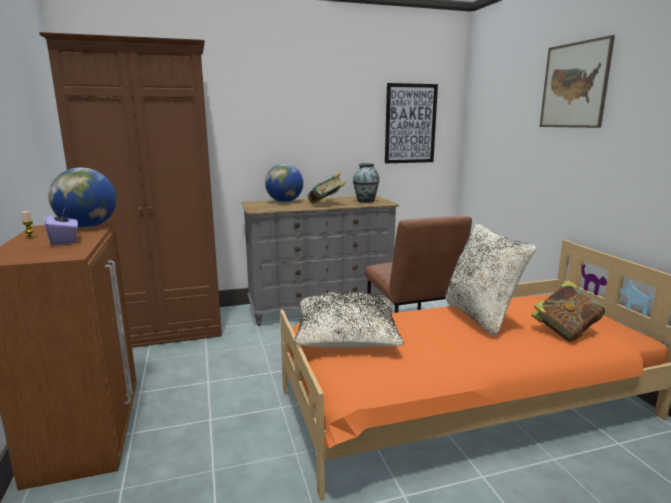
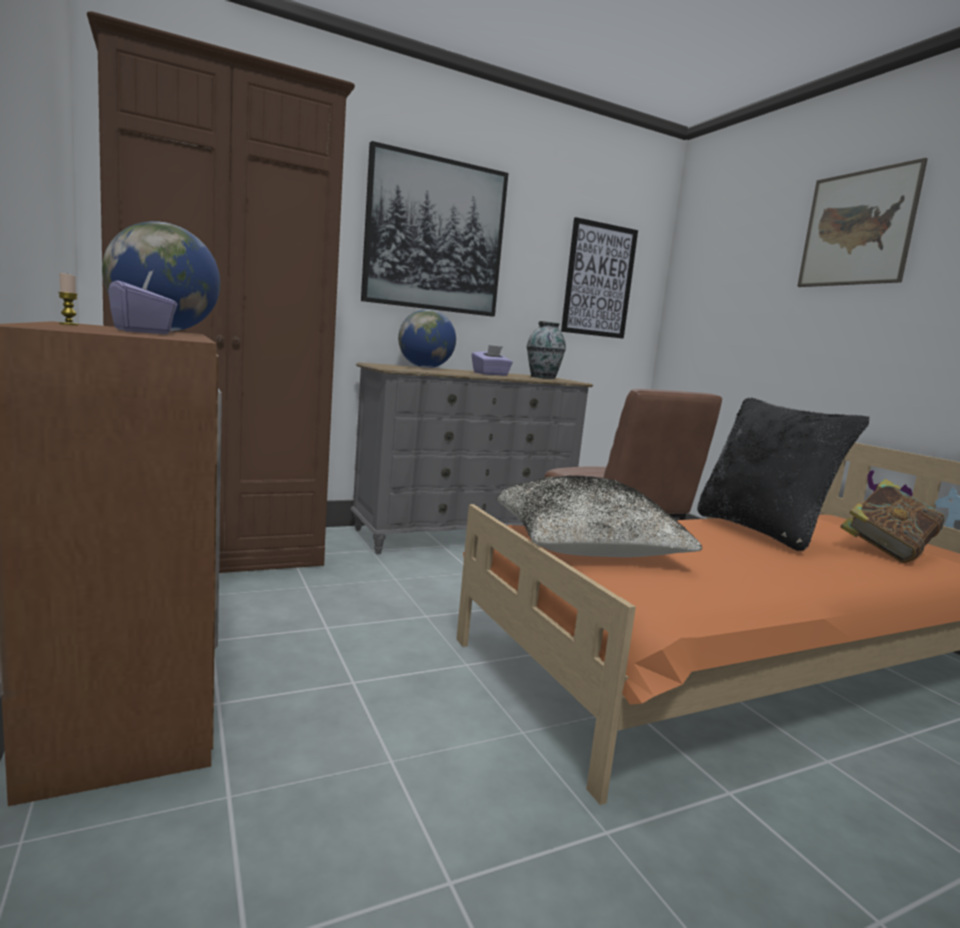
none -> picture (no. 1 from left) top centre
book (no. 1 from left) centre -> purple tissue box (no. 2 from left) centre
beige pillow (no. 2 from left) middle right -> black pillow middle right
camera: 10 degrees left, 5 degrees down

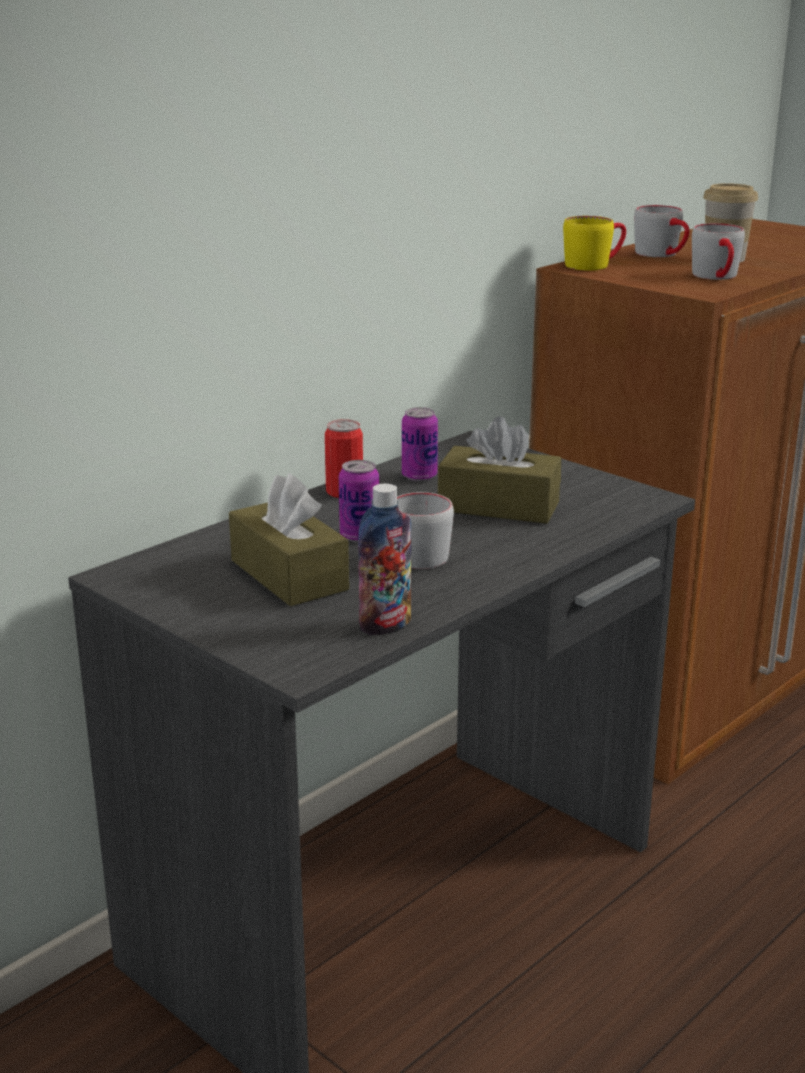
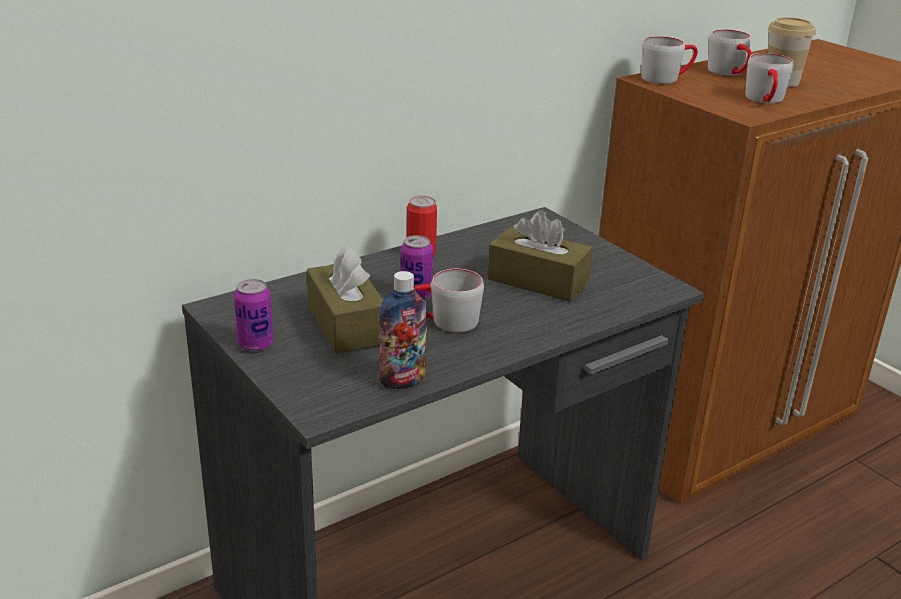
can (no. 3 from left in the first image) centre -> can (no. 1 from left) middle left, relocated
yellow mug top right -> grey mug (no. 2 from left) top right
camera: 10 degrees right, 5 degrees up

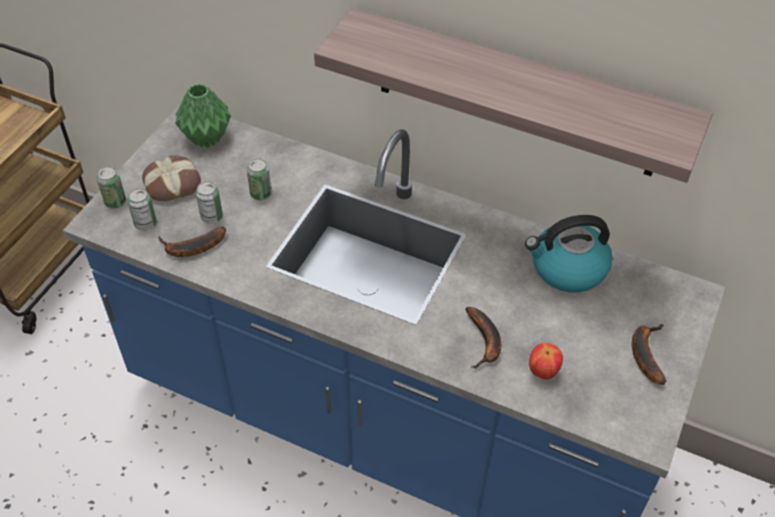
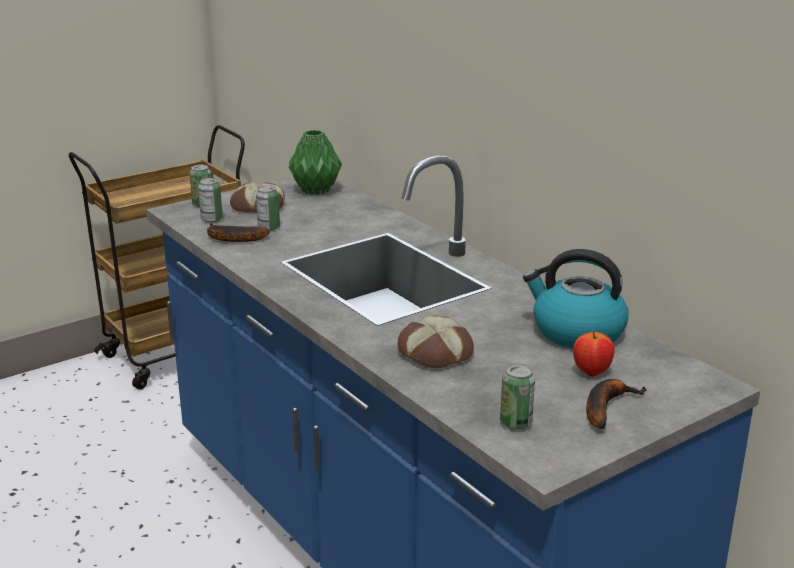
shelf top centre -> none
can (no. 4 from left) centre -> can (no. 4 from left) bottom centre, relocated
apple bottom right -> apple middle right, relocated
banana (no. 2 from left) centre -> bread (no. 2 from left) centre
camera: 30 degrees right, 25 degrees down

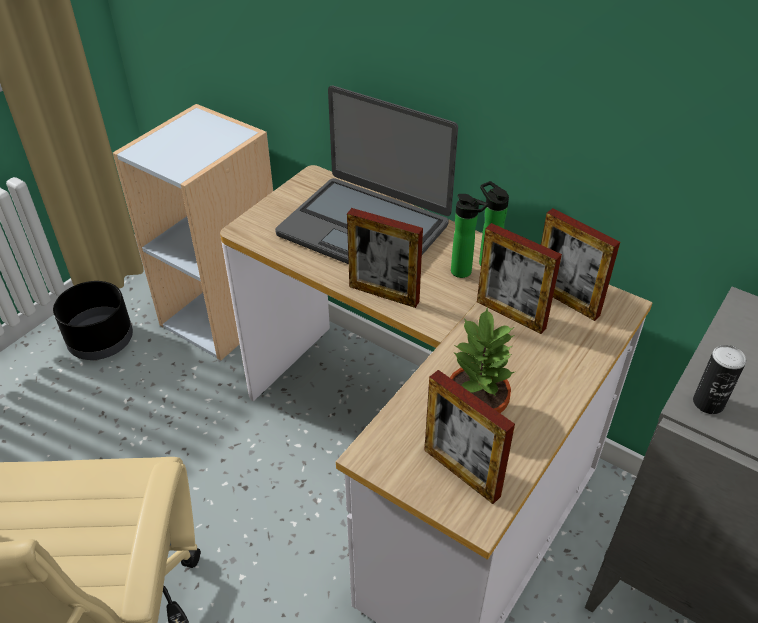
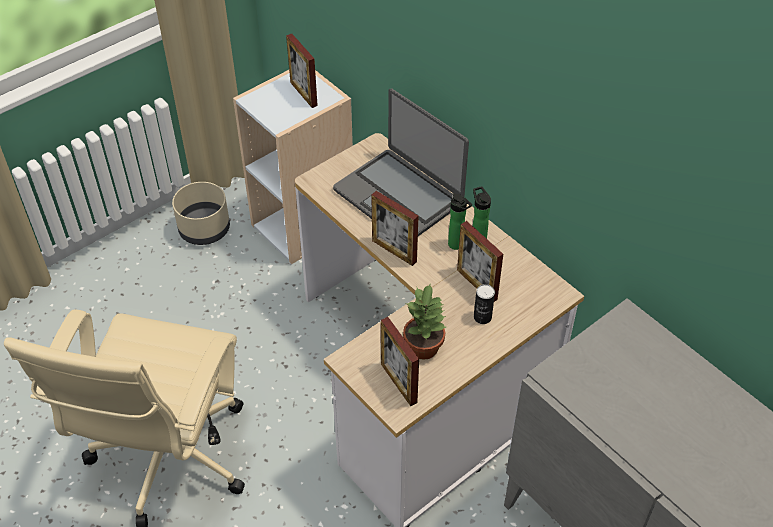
picture frame (no. 4 from left in the first image) middle right -> picture frame (no. 1 from left) top centre, relocated
can middle right -> can centre, relocated
black planter middle left -> beige planter middle left
camera: 15 degrees right, 5 degrees up

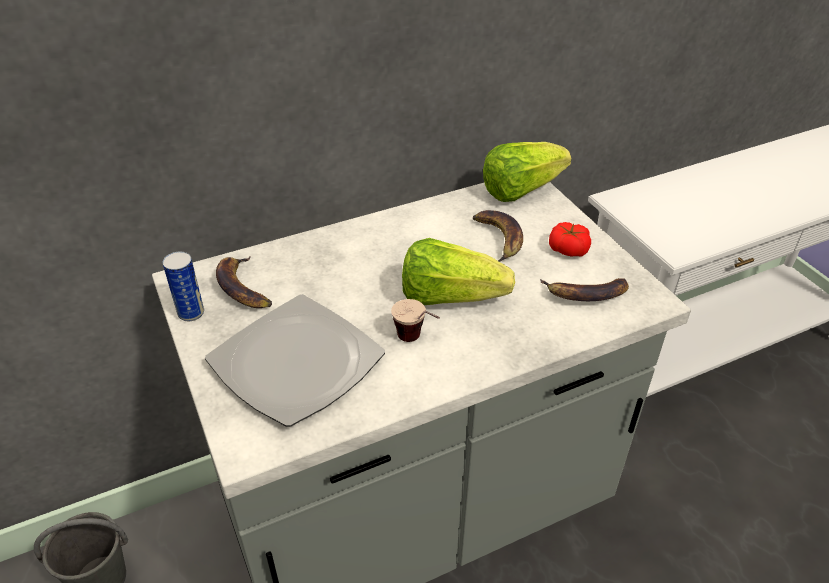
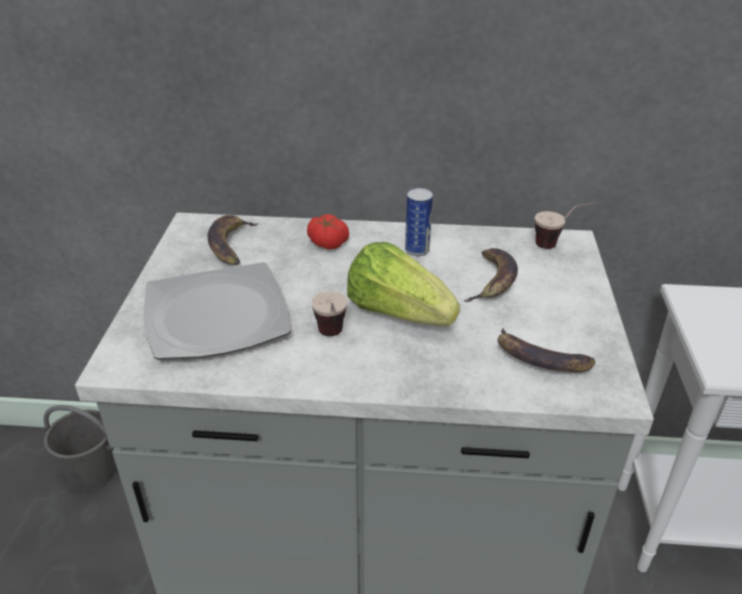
can middle left -> can centre, relocated
tomato middle right -> tomato centre, relocated
lettuce (no. 2 from left) top centre -> cup (no. 2 from left) middle right
camera: 30 degrees right, 5 degrees down

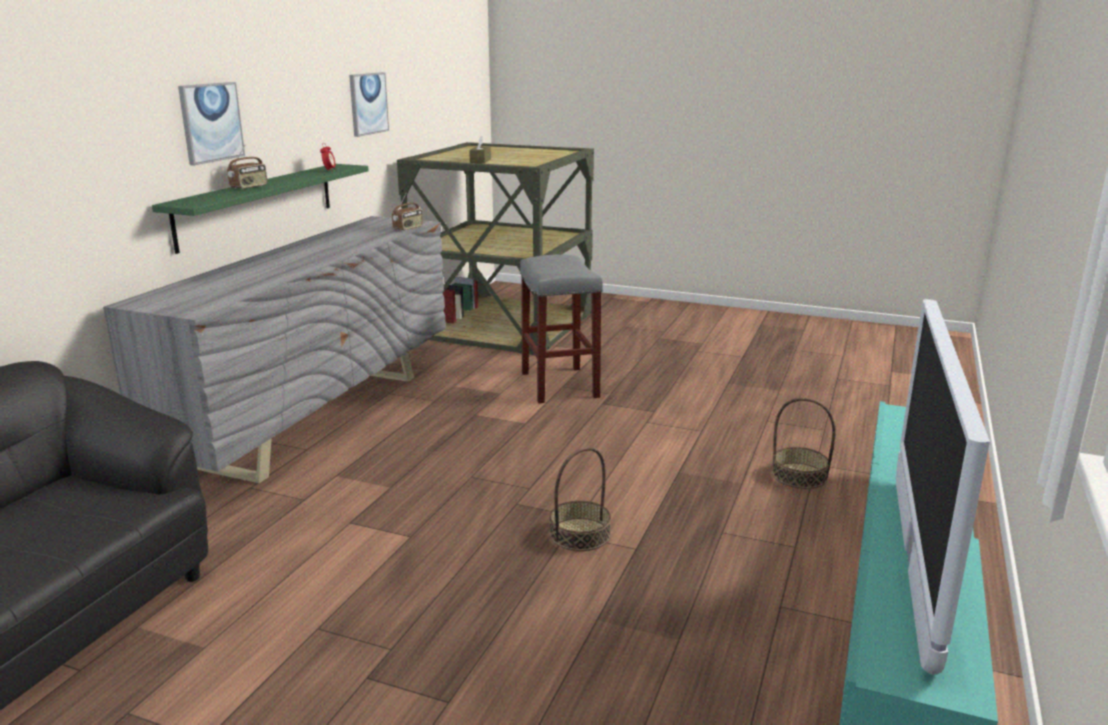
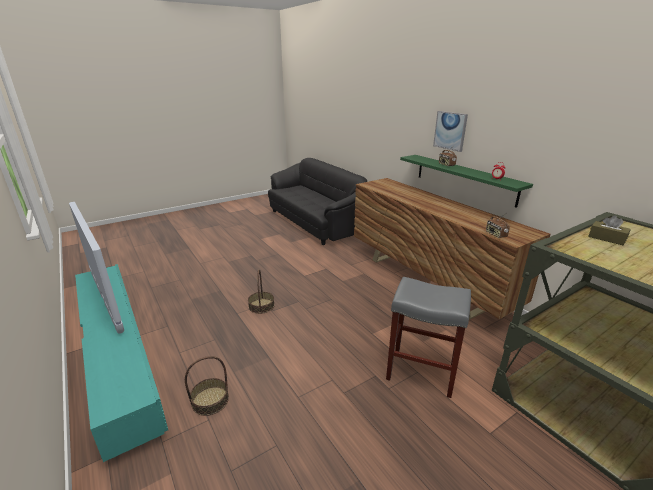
picture (no. 2 from left) top left -> none
grey cabinet middle left -> brown cabinet middle right
camera: 125 degrees right, 5 degrees up

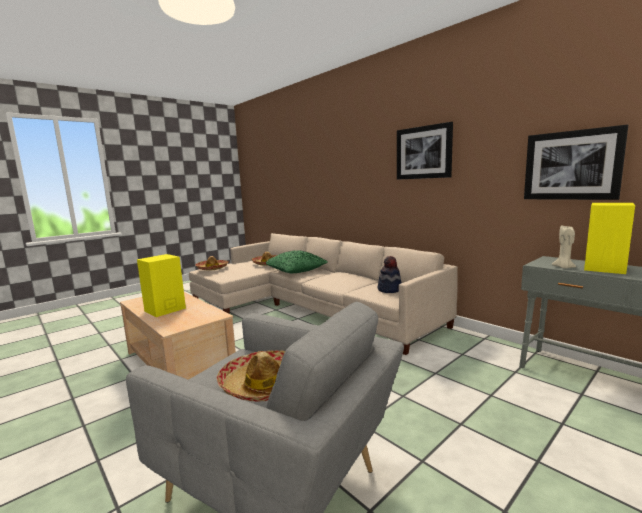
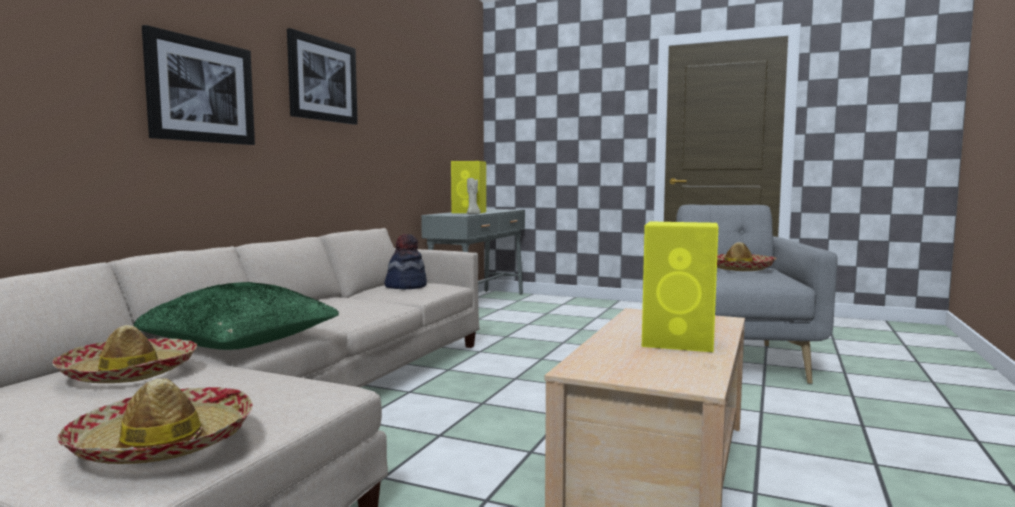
picture (no. 2 from left in the first image) top right -> picture (no. 1 from left) top left, relocated
camera: 115 degrees left, 5 degrees down

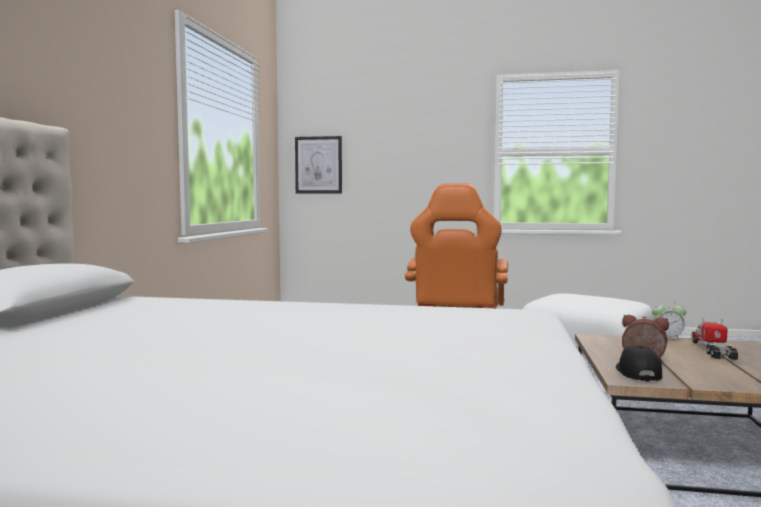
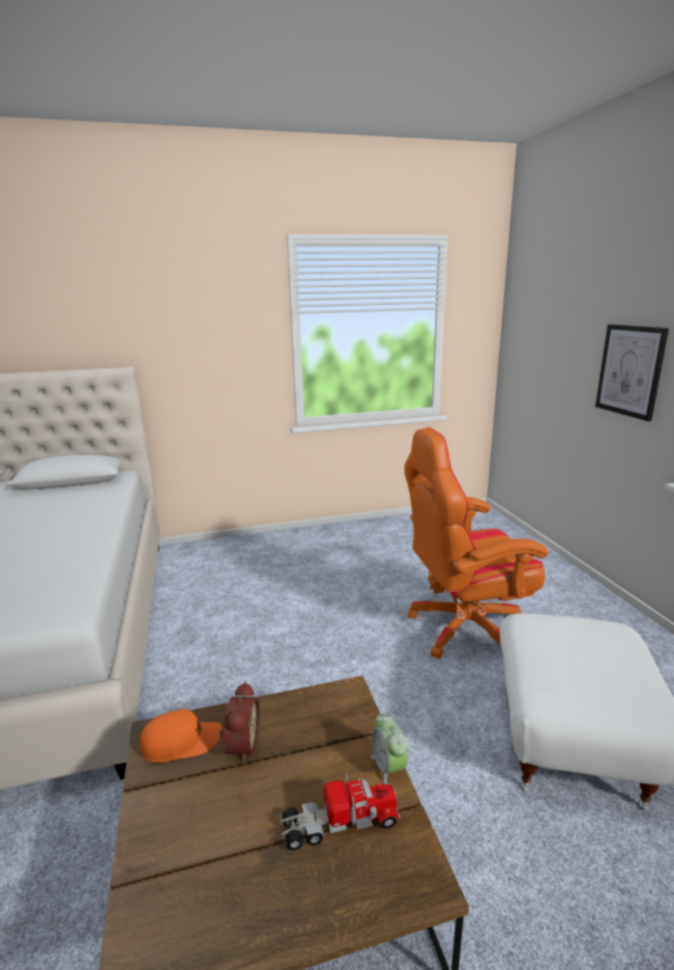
picture top centre -> picture middle right, relocated
black cap bottom right -> orange cap bottom left
camera: 65 degrees right, 15 degrees up

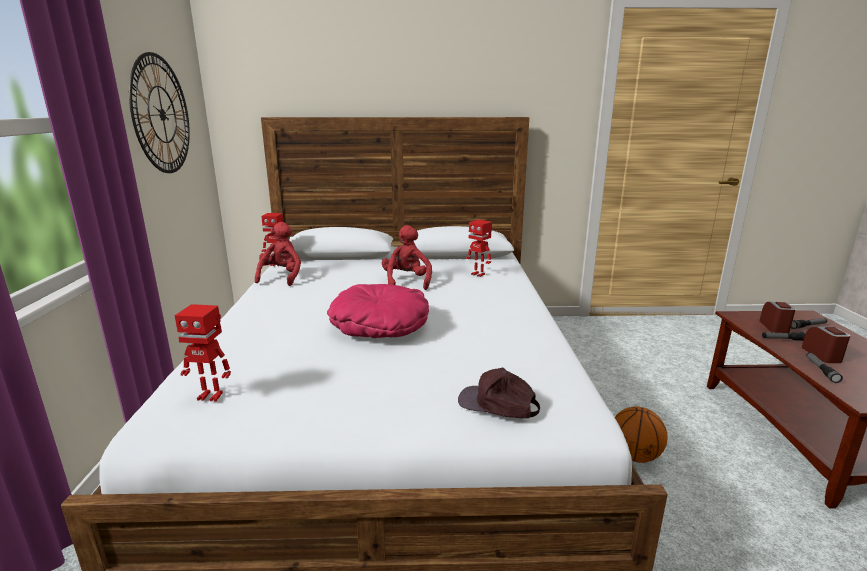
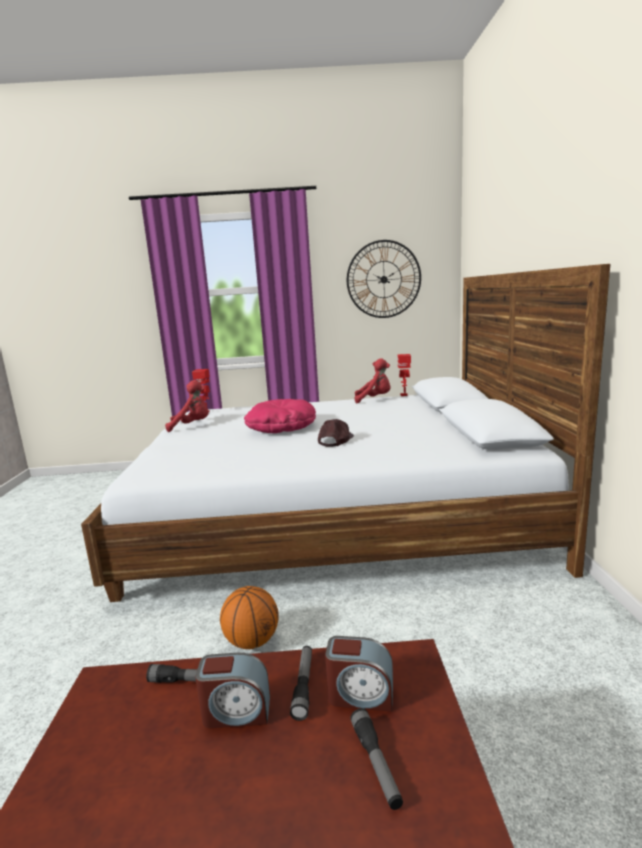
toy robot (no. 3 from left) centre -> none
red plush toy (no. 2 from left in the first image) centre -> red plush toy (no. 1 from left) middle left, relocated
brown cap bottom centre -> brown cap centre, relocated
camera: 90 degrees right, 5 degrees down

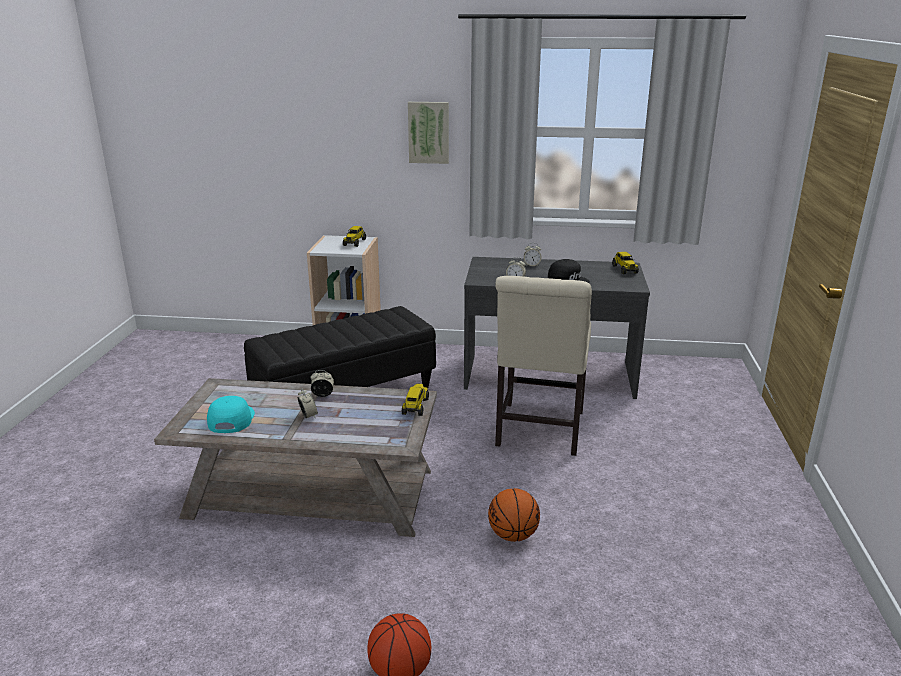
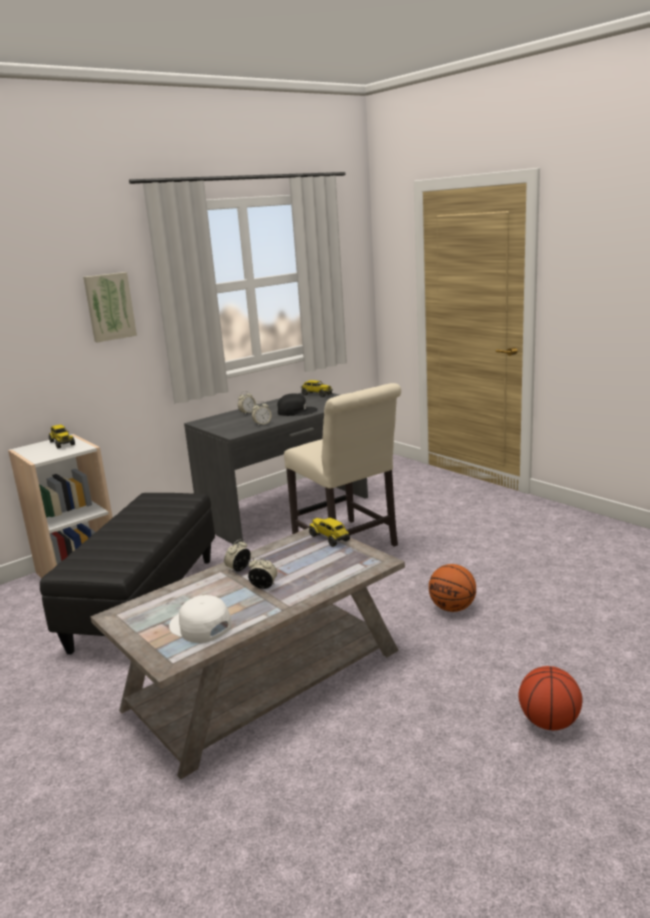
turquoise cap middle left -> white cap bottom left
camera: 45 degrees left, 5 degrees down

